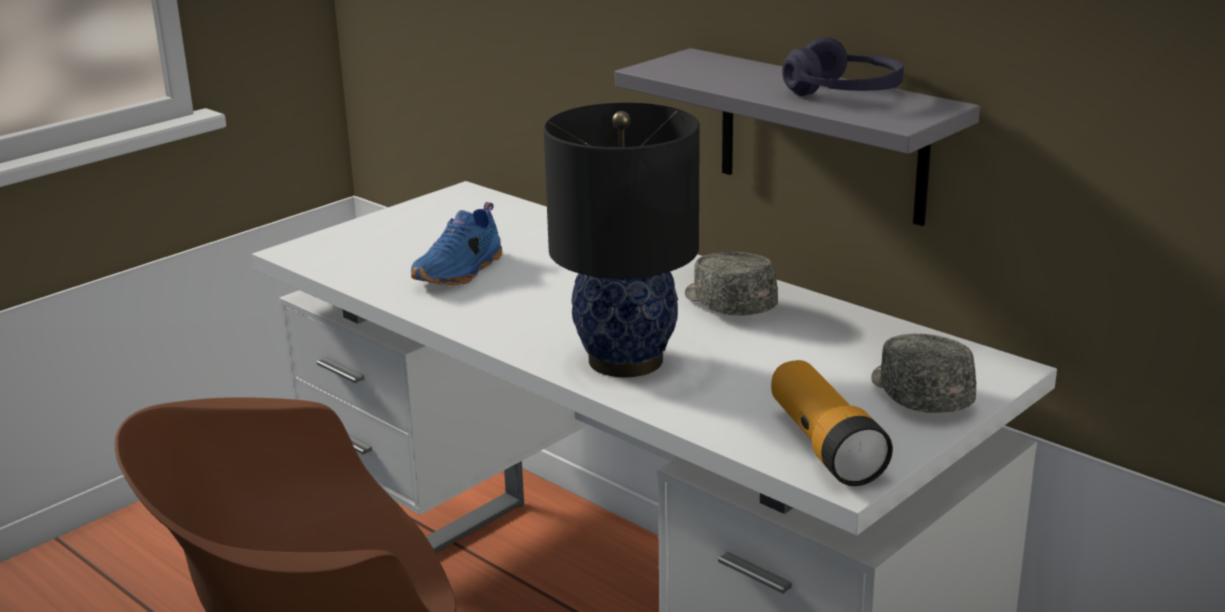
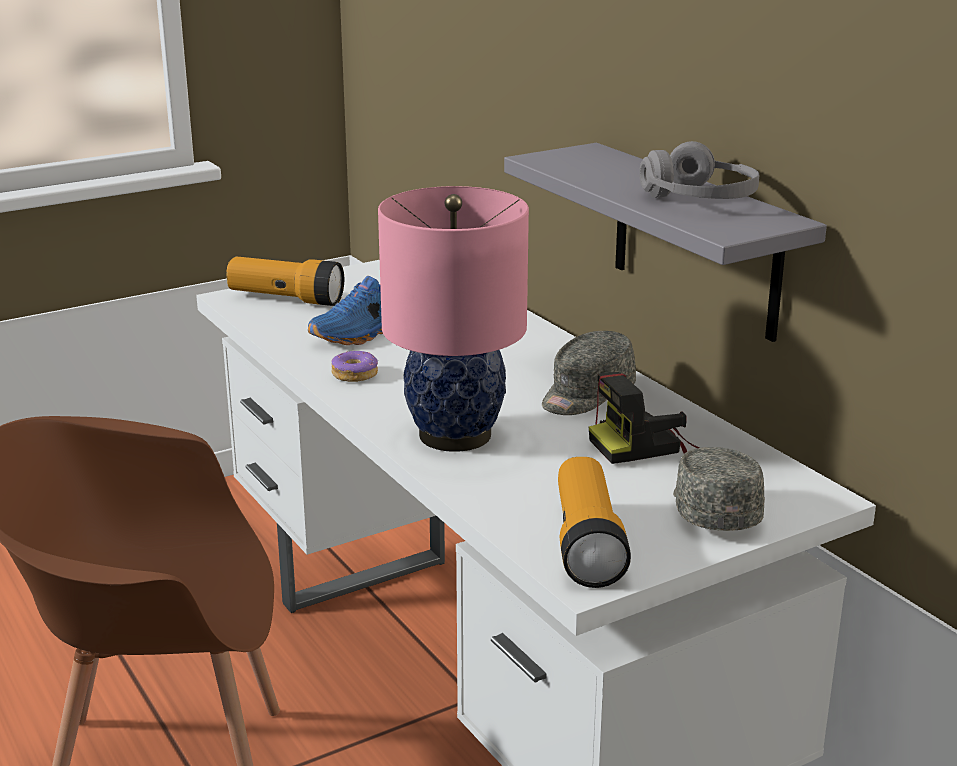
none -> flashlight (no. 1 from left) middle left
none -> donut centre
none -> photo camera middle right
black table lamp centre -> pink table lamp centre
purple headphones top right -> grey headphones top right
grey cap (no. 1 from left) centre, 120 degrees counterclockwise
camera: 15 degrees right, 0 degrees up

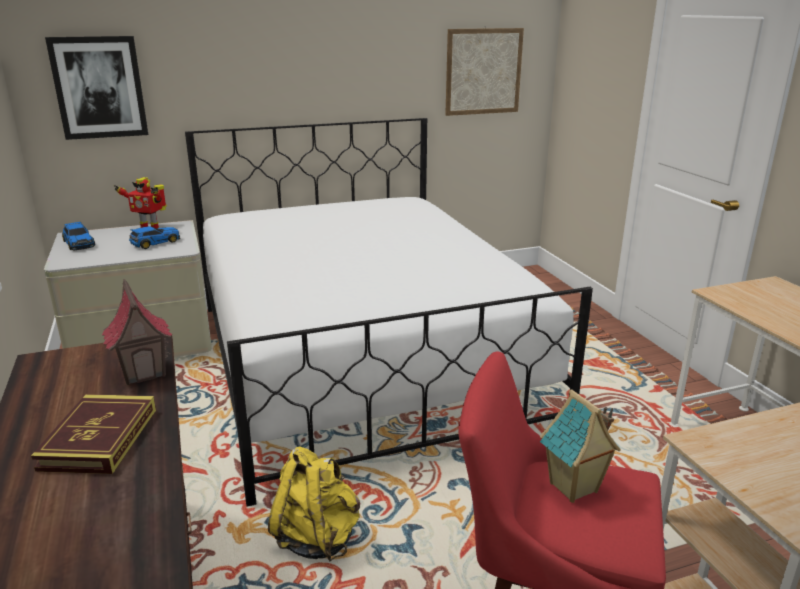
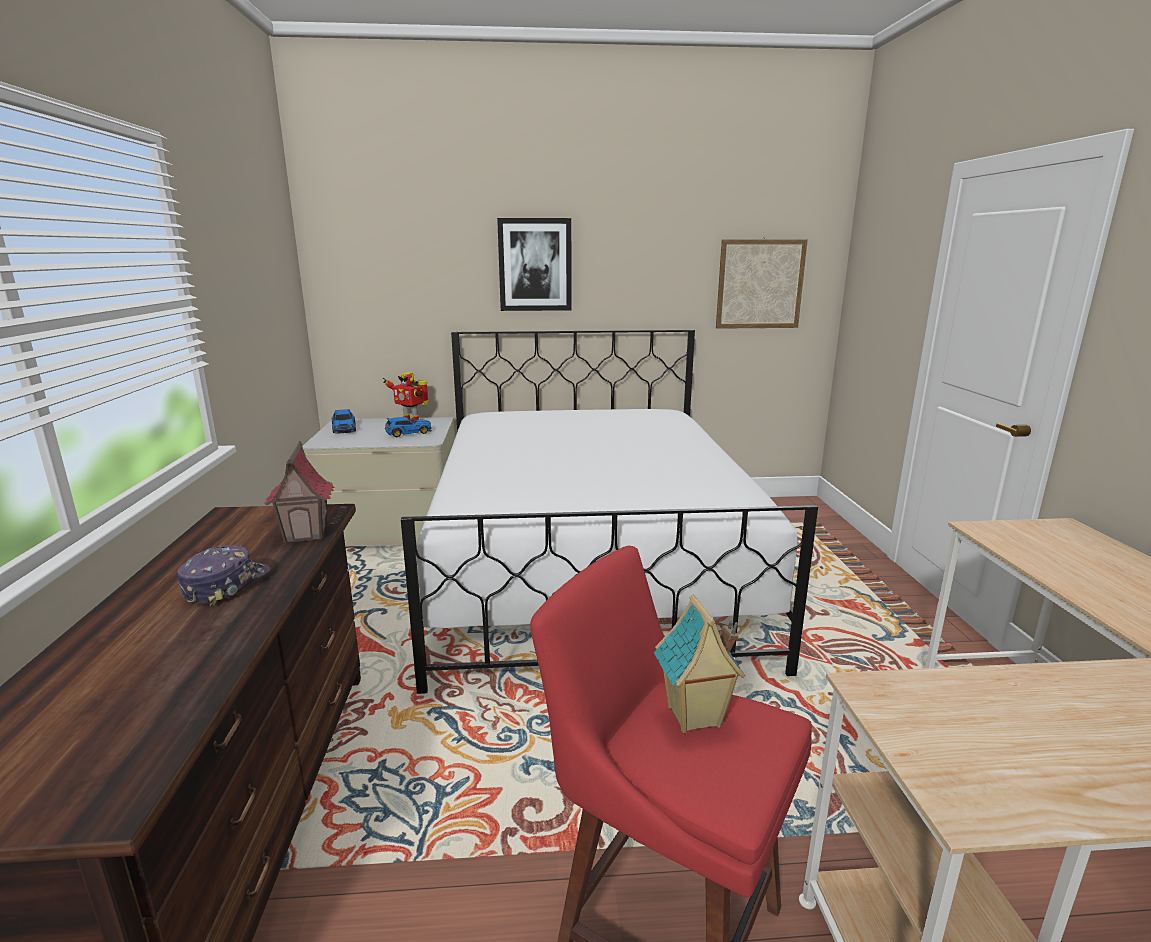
yellow backpack bottom centre -> none
picture (no. 1 from left) top left -> picture (no. 1 from left) top centre, relocated
book bottom left -> cap middle left
camera: 15 degrees right, 5 degrees down

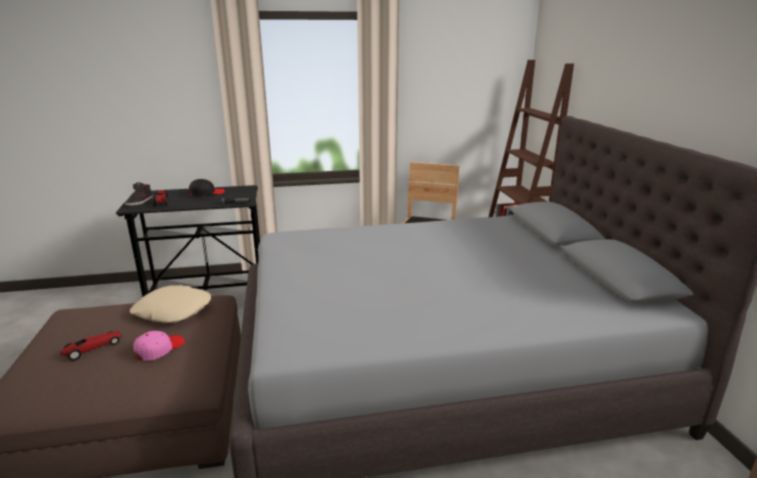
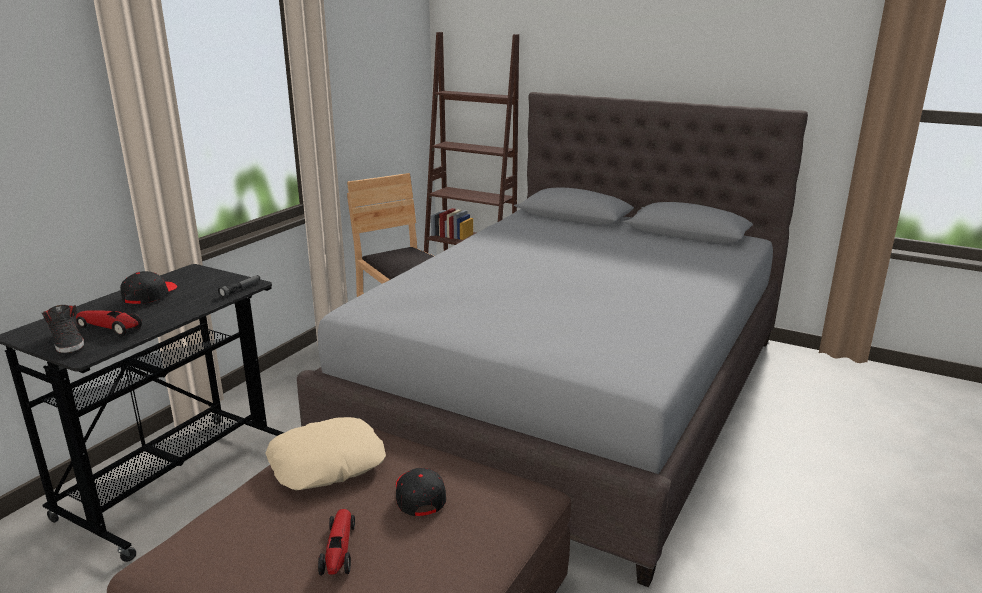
pink cap bottom left -> black cap (no. 2 from left) bottom centre
camera: 50 degrees left, 0 degrees up

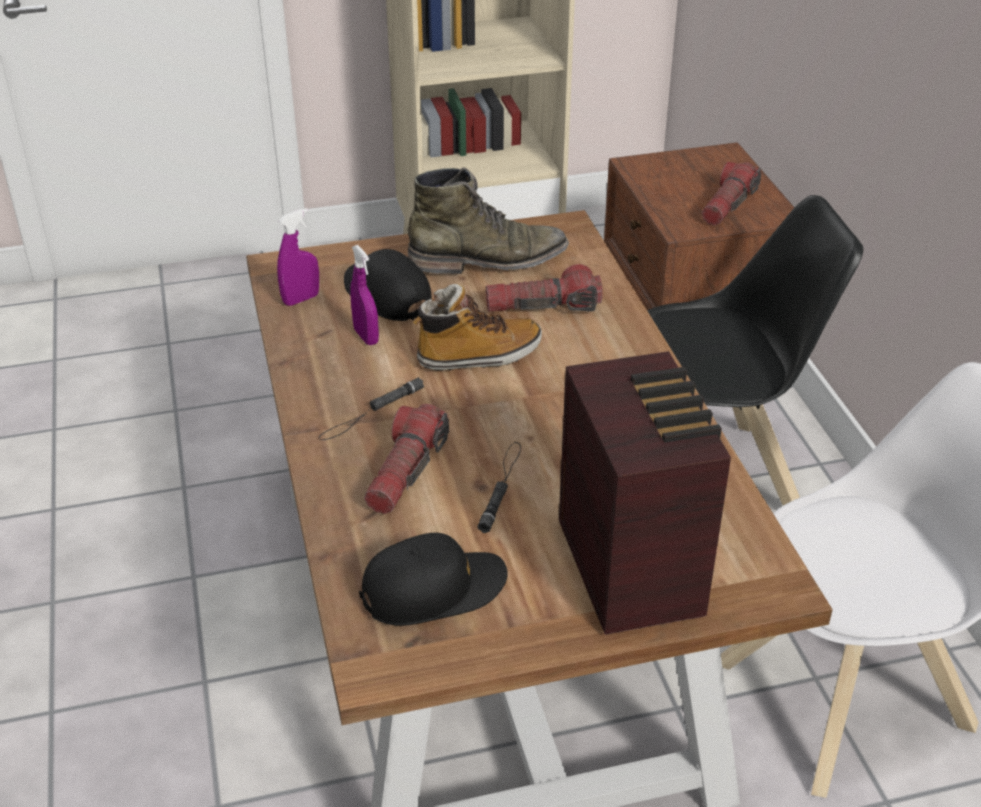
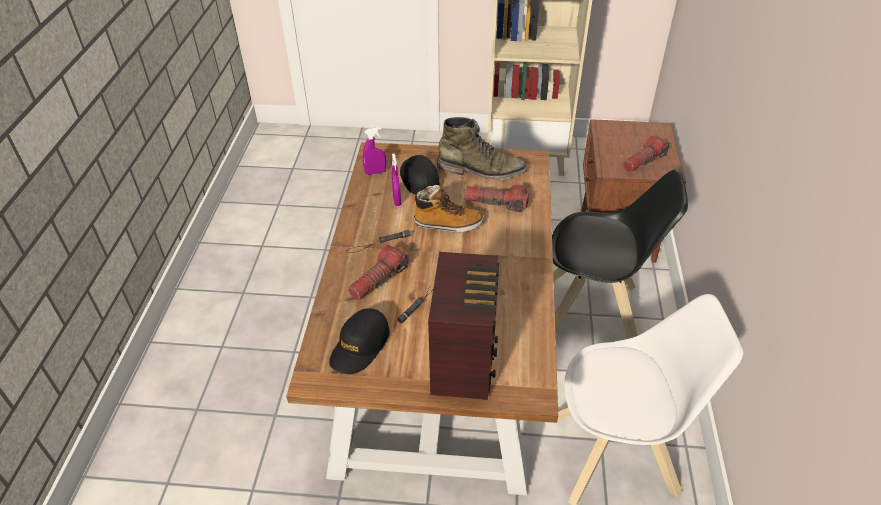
black cap (no. 2 from left in the first image) bottom centre -> black cap (no. 1 from left) bottom centre, 120 degrees clockwise
camera: 20 degrees right, 5 degrees up

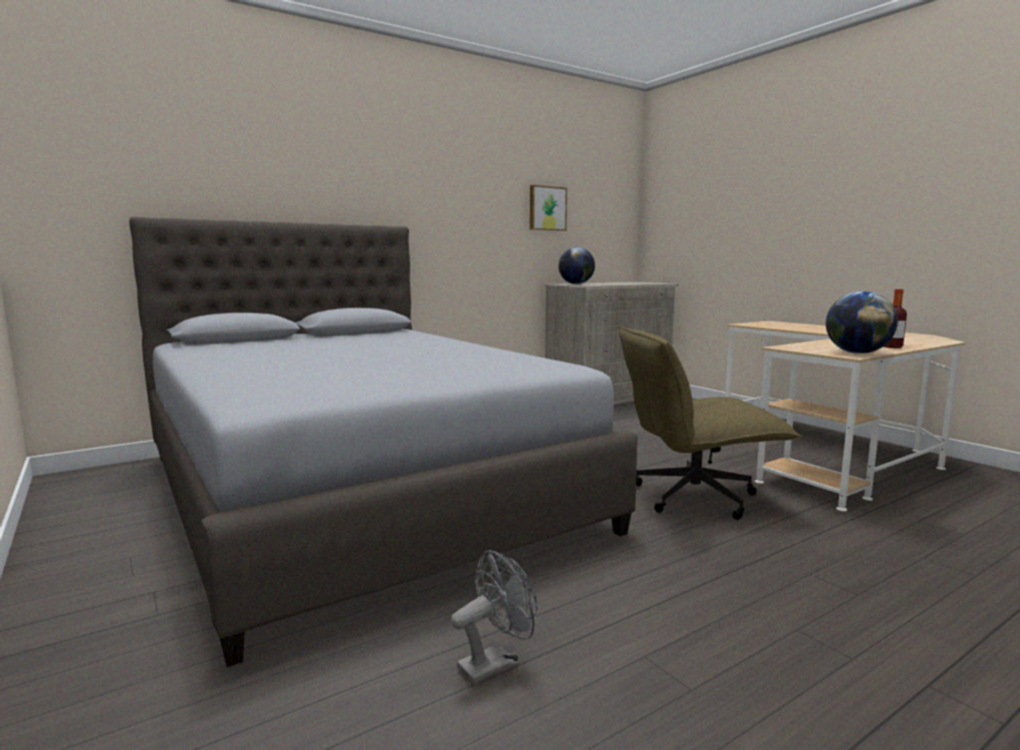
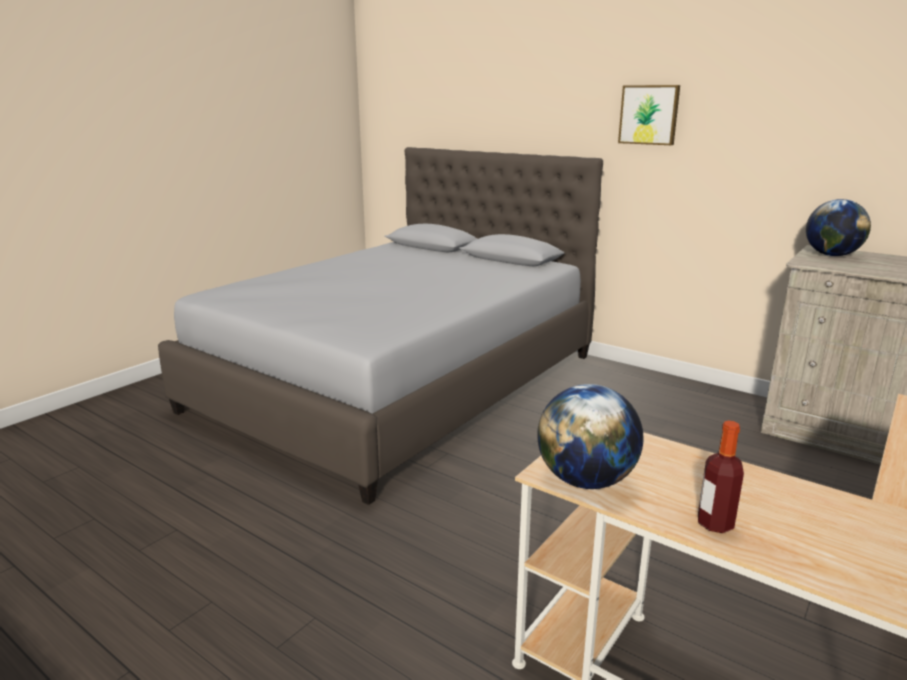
grey fan bottom centre -> none
beige office chair middle right -> none
picture top centre -> picture top right, relocated
camera: 70 degrees right, 10 degrees up

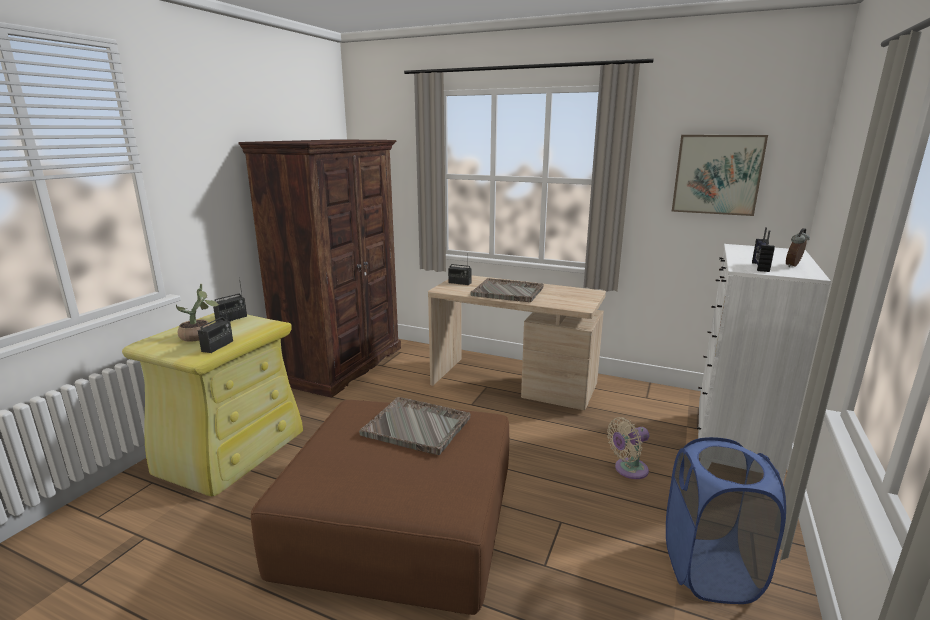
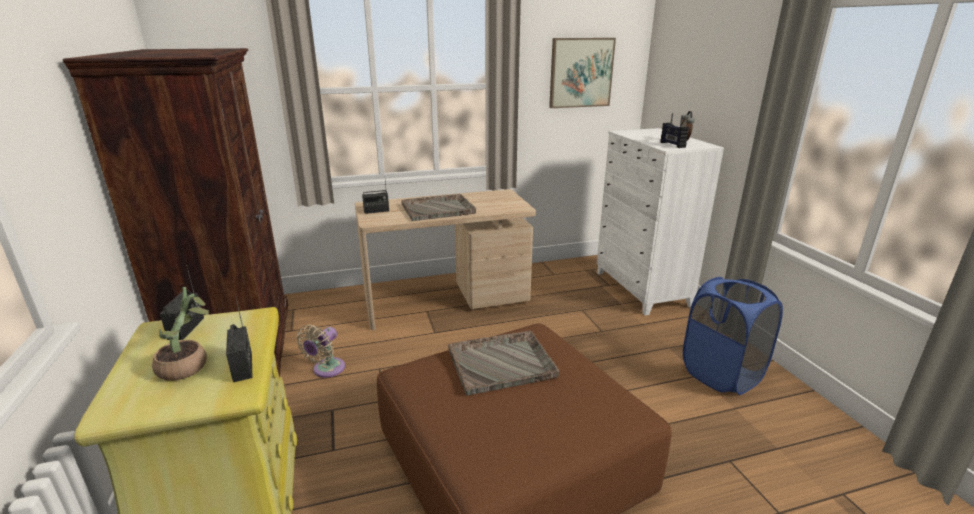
beige fan bottom right -> beige fan bottom left, relocated
camera: 40 degrees left, 5 degrees up

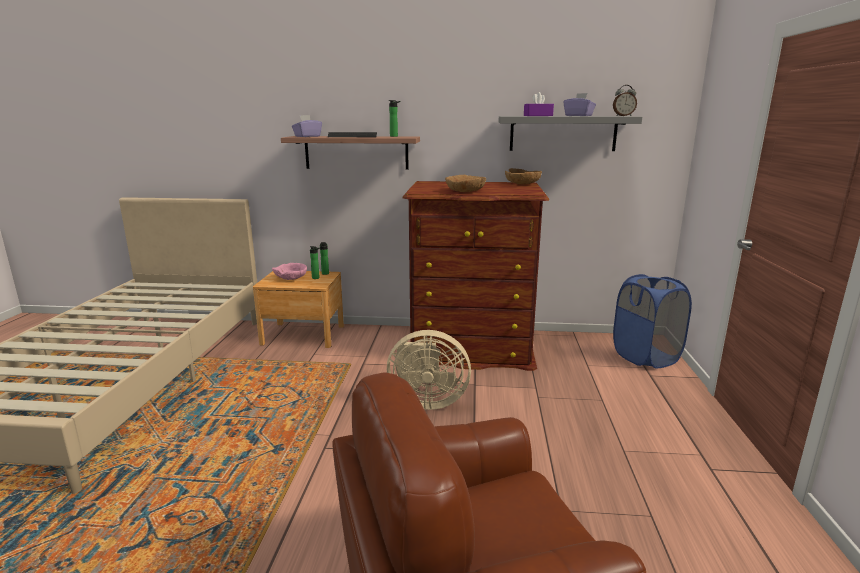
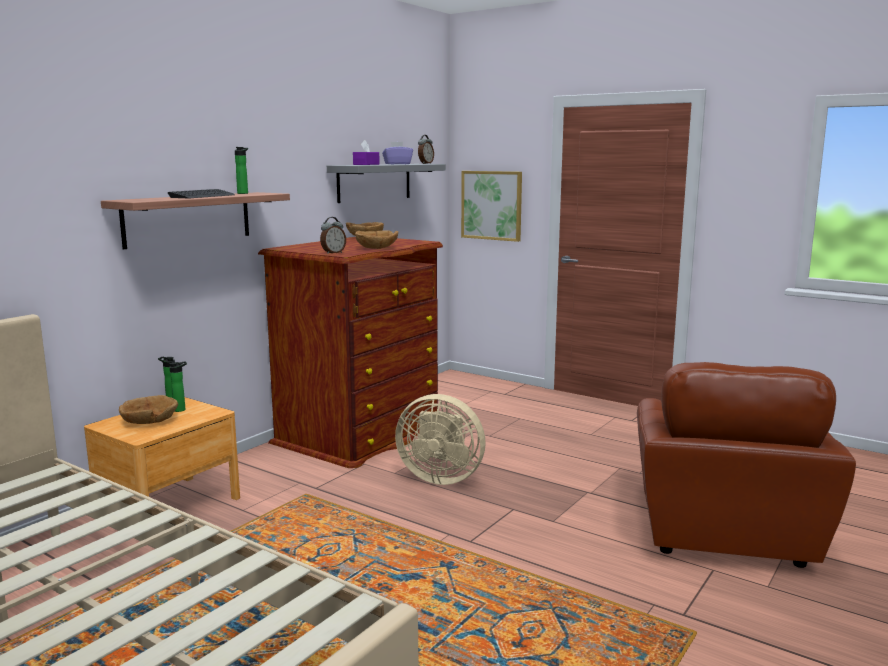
purple tissue box (no. 1 from left) top centre -> none
blue laundry basket middle right -> none
none -> alarm clock (no. 1 from left) centre
none -> picture top centre
pink bowl centre -> brown bowl (no. 1 from left) middle left
beige fan centre, 75 degrees clockwise
camera: 60 degrees left, 5 degrees down

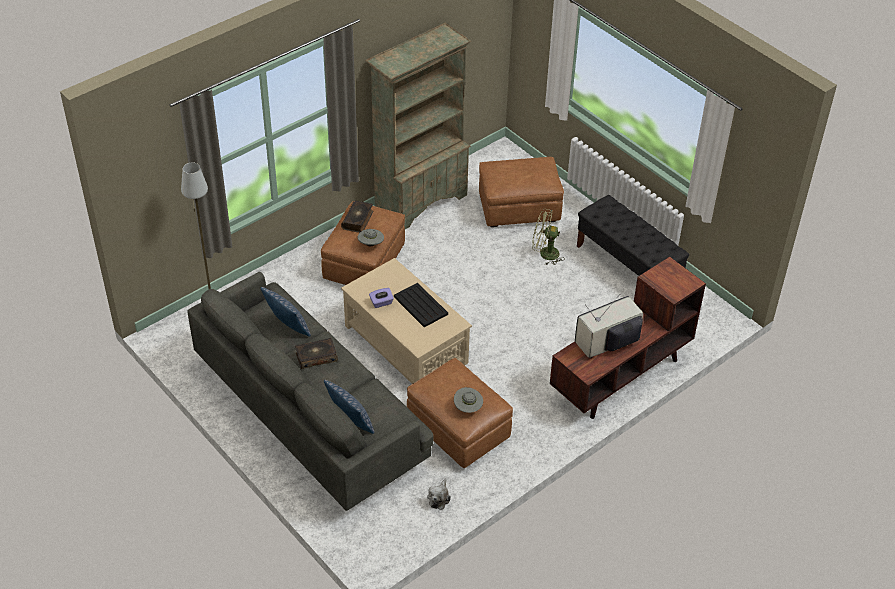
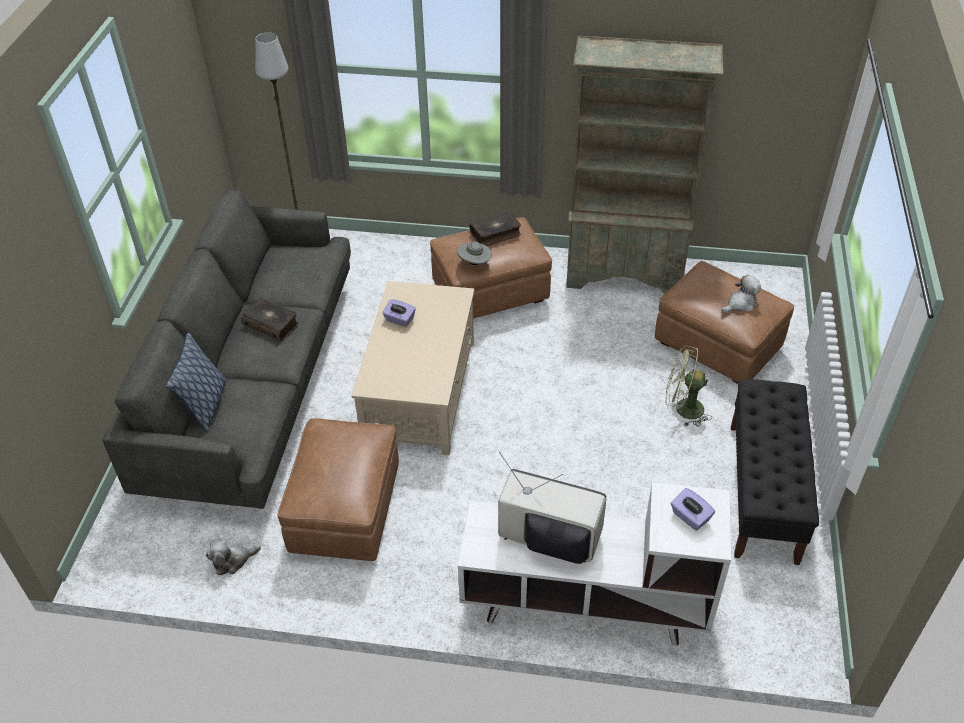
pillow (no. 1 from left) middle left -> none
black tray centre -> none
grey hat (no. 2 from left) bottom centre -> none
none -> purple tissue box (no. 2 from left) bottom right
none -> plush toy (no. 2 from left) middle right
brown tv stand middle right -> white tv stand bottom centre
green fan centre -> green fan middle right, 45 degrees counterclockwise
camera: 50 degrees right, 0 degrees up

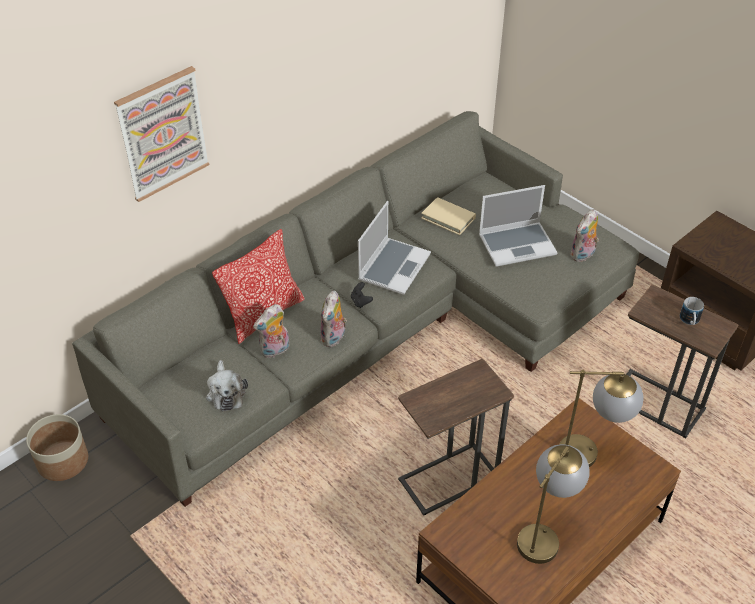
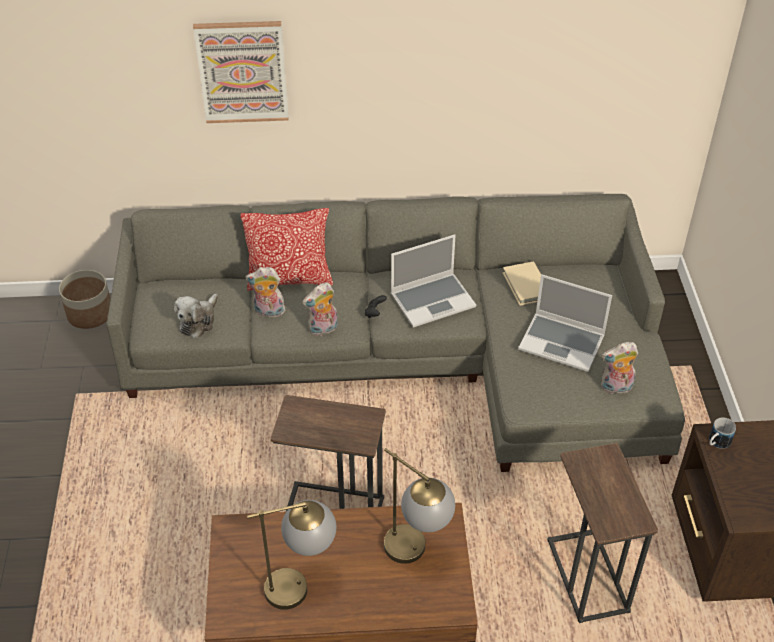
mug middle right -> mug bottom right, relocated
camera: 40 degrees right, 0 degrees up

